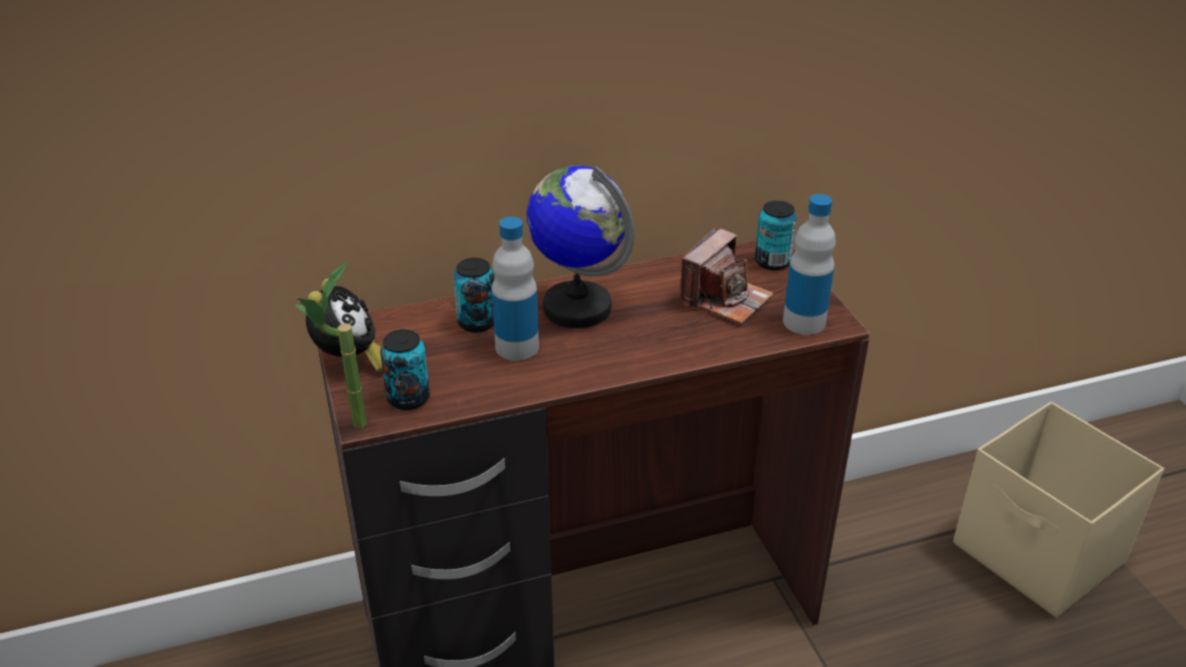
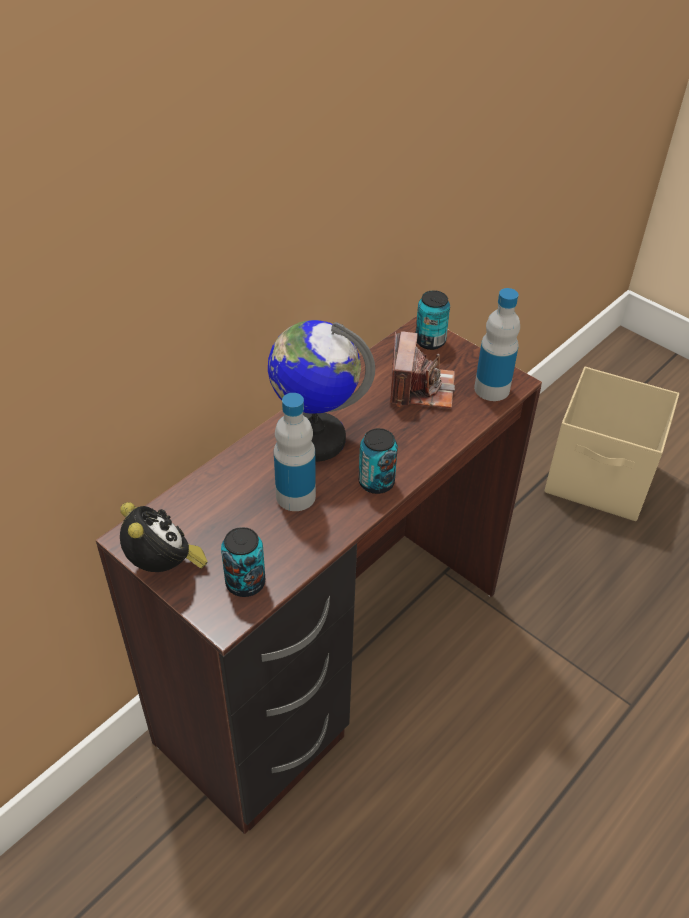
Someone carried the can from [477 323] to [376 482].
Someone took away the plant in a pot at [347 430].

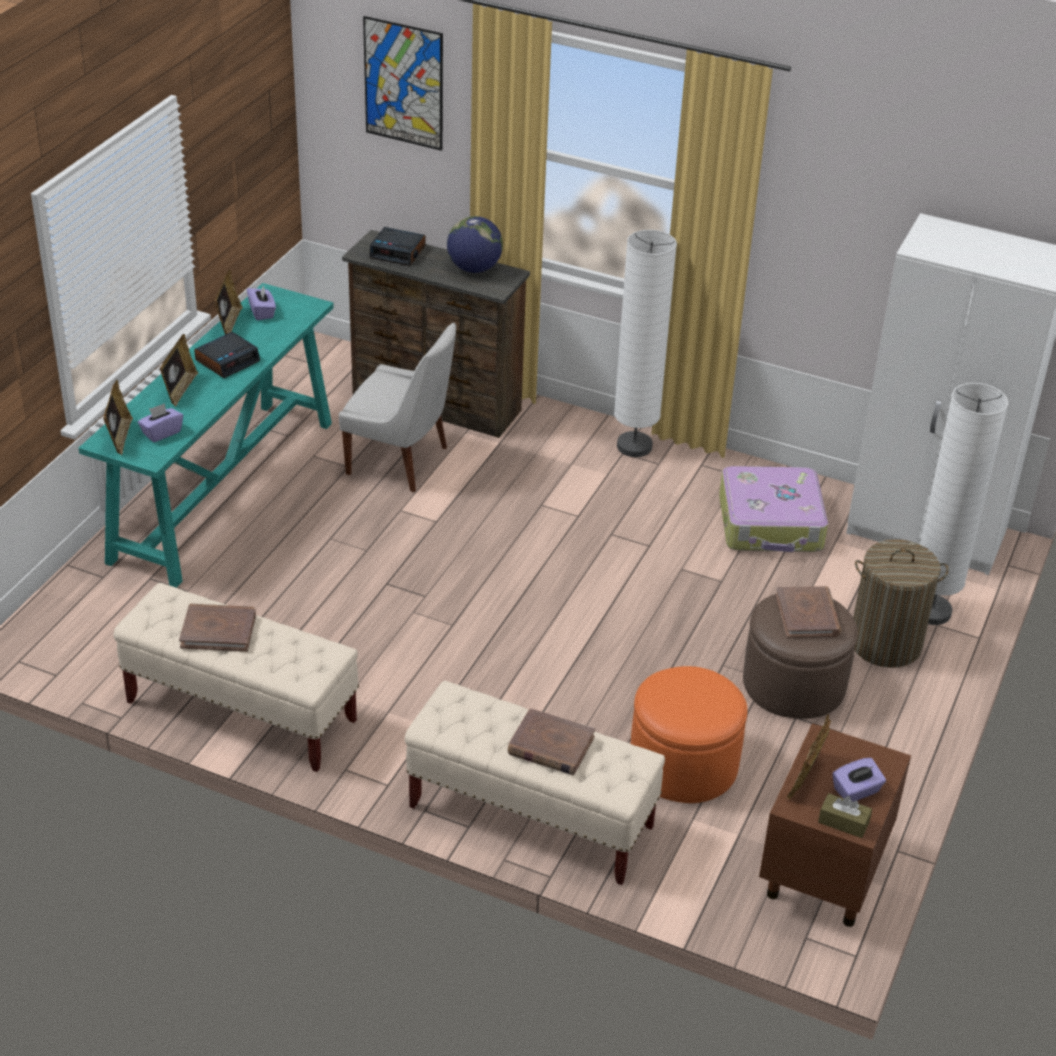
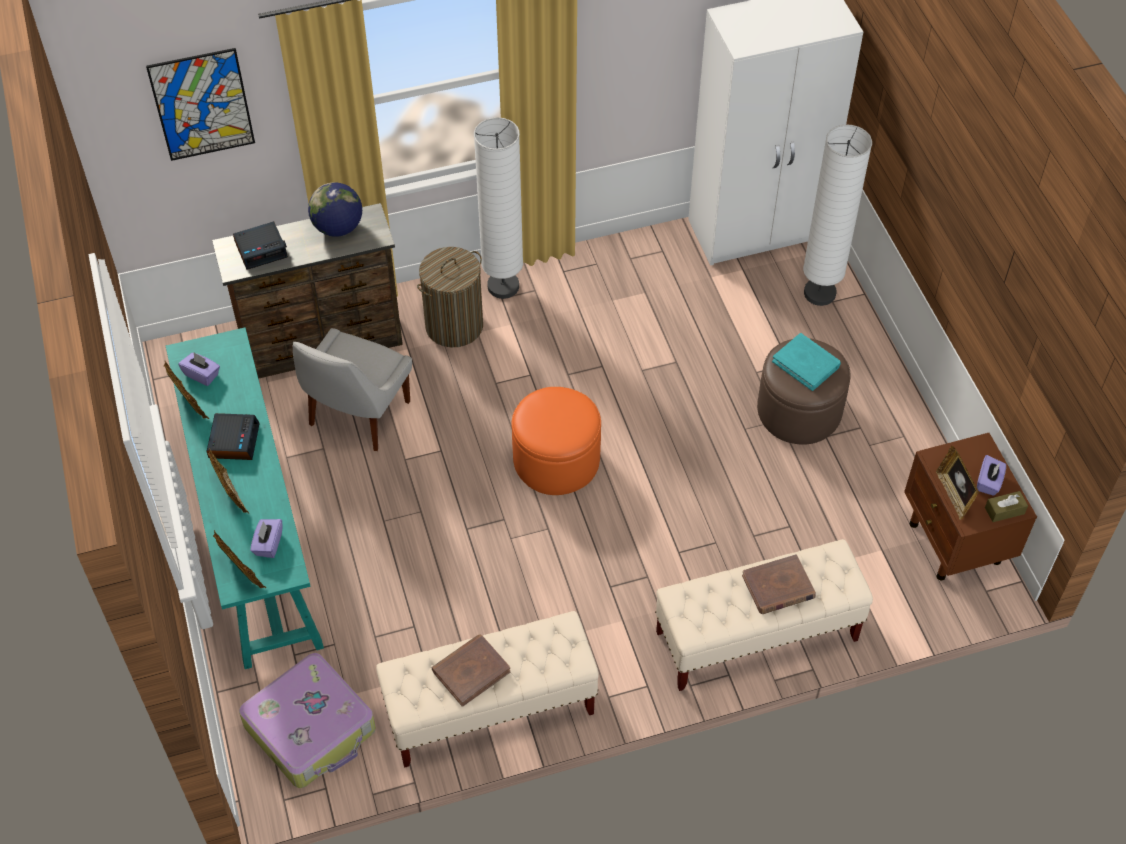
Someone carried the travel case from [771 524] to [312 728].
Someone rotated the upright chair (white) at [401 462] by 135 degrees clockwise.
Someone carried the washing basket from [885 644] to [454 325].
Someone carried the ottoman (orangey) from [683 763] to [556 460].
Someone repainted the bound book (brown-coloured) at [807 615], which became the bound book (turquoise) at [806 363].

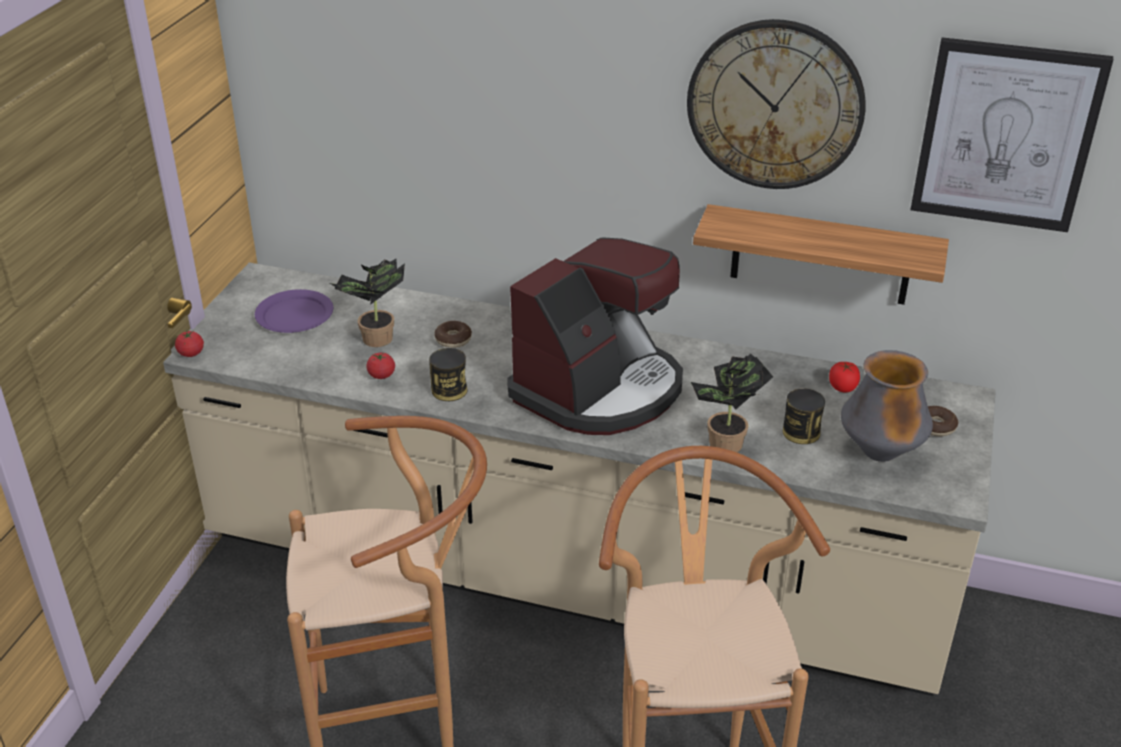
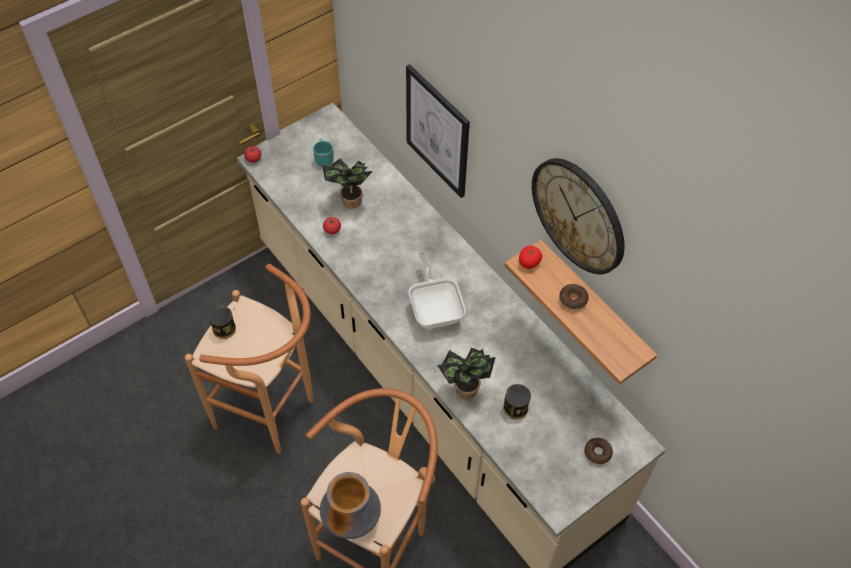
Someone carried the can from [449 390] to [224 329].
Someone swapped the flat dish (purple) at [294 315] for the coffee mug (turquoise) at [324 158].
Someone carried the decorative vase from [880 453] to [352 519].
Someone carried the wall art from [1006 135] to [437 131].
Someone swapped the coffee maker at [600 389] for the pan at [435 309].
Someone carried the whole tomato from [843 387] to [529 262].
Someone carried the doughnut from [453 339] to [573 299].

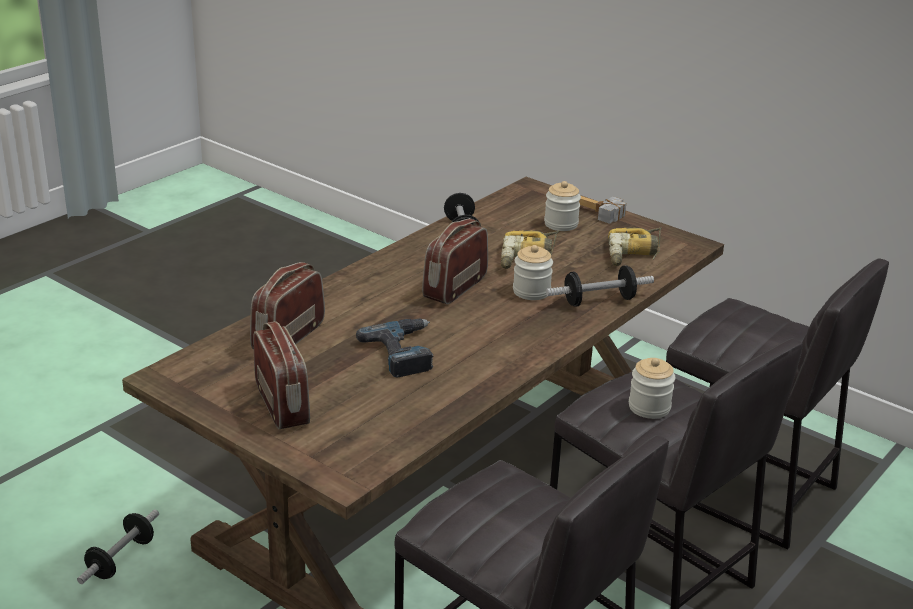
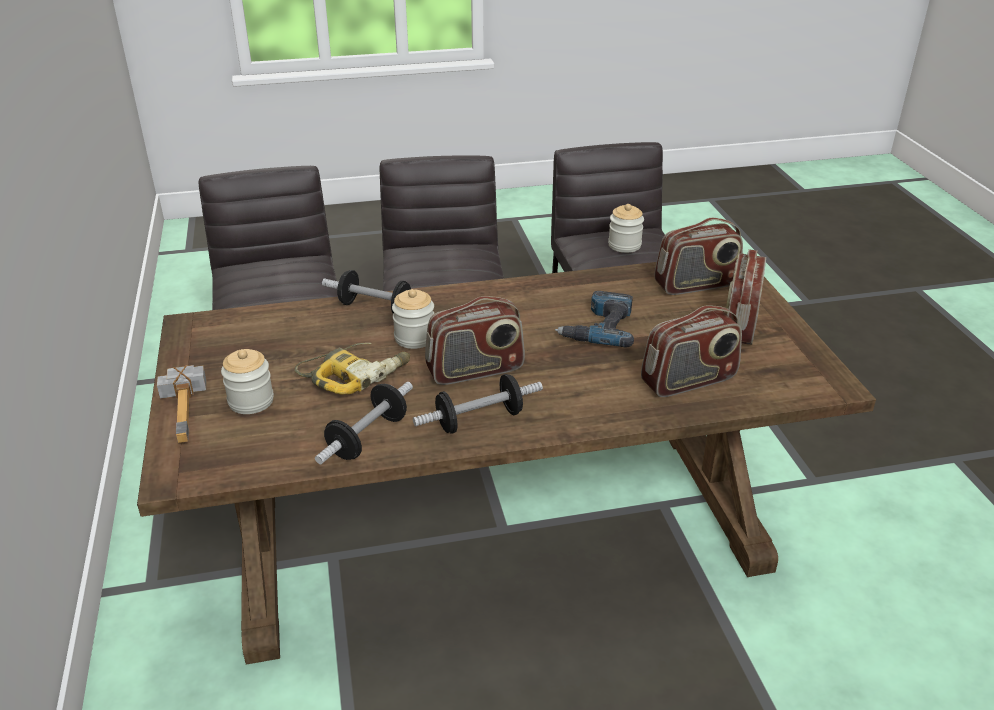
Someone carried the free weight from [121 559] to [479 420].
Someone carried the jar from [649 407] to [624 245].
Someone put down the radio receiver at [696 285].
Someone took away the drill at [634 254].

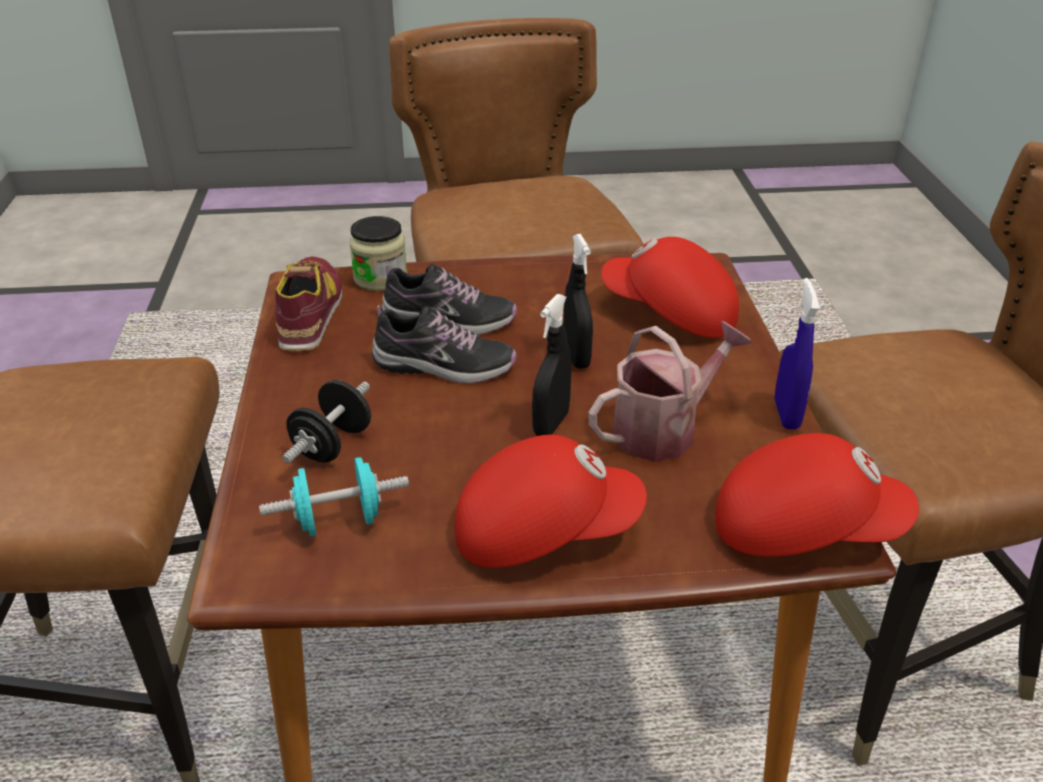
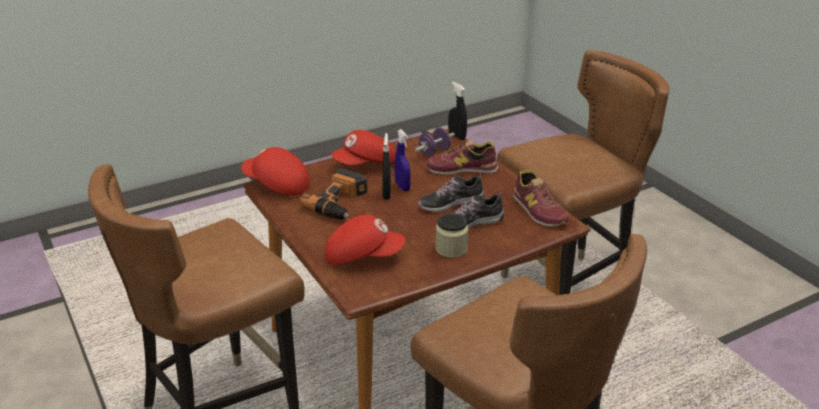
Someone rotated the peaked cap (red-coloured) at [803 527] by 45 degrees clockwise.
Someone swapped the sprinkling can at [663 429] for the drill at [340 203].
Someone carried the hand sprayer (blue-coloured) from [786 414] to [402 187].
Someone repainted the free weight (turquoise) at [339 521], which became the free weight (purple) at [434 152].
Someone swapped the free weight (black-coloured) at [332 444] for the shoe at [462 169].
Someone carried the jar from [380 278] to [451 249].
Someone carried the hand sprayer (black-coloured) from [576 357] to [457 136].

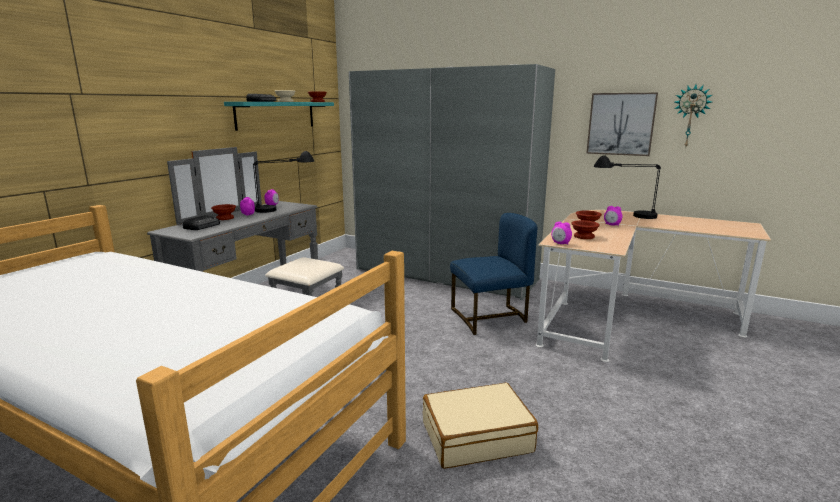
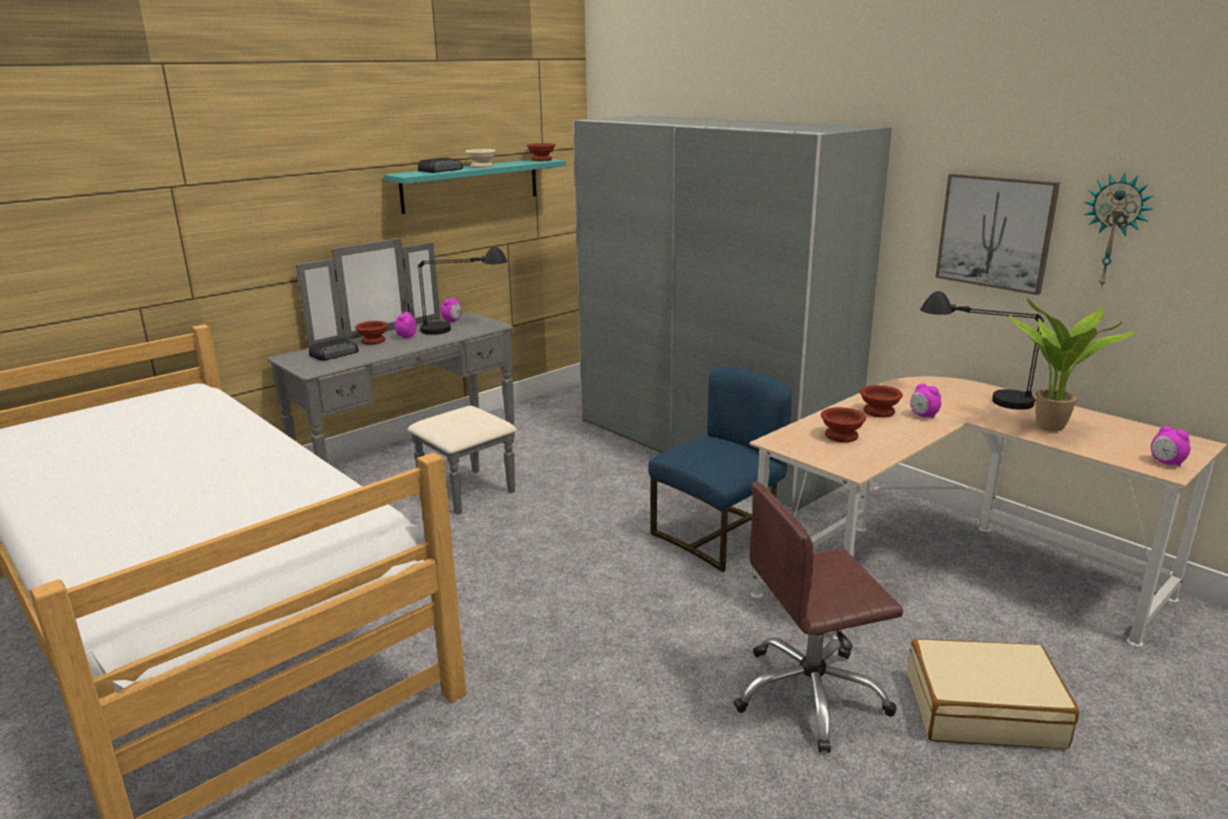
Someone rotated the upright chair (blue-coloured) at [490 318] by 45 degrees counterclockwise.
Someone put down the office chair (brown-coloured) at [810 695].
Someone carried the travel case (beige) from [476 436] to [983 710].
Someone put down the plant in a pot at [1051 429].
Someone carried the alarm clock from [560 243] to [1166 463].

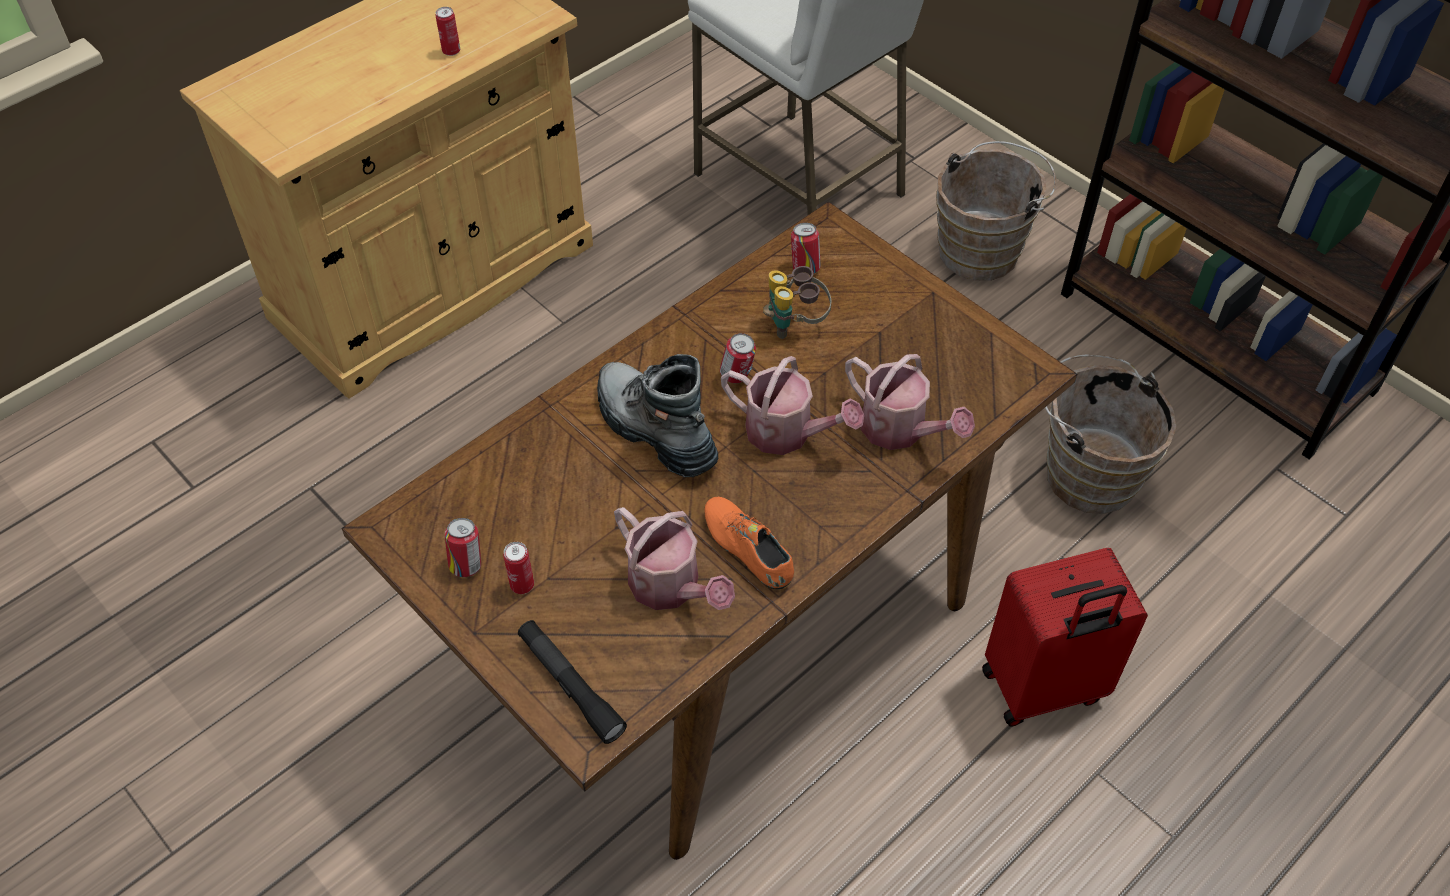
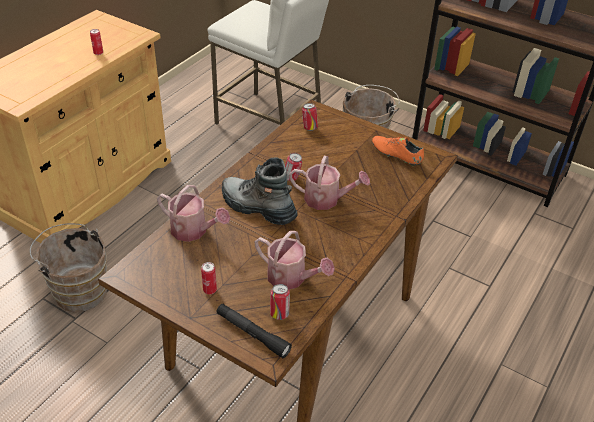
Someone carried the water bucket (brown-coloured) from [1086 471] to [78 290].
Someone carried the sprinkling can from [900 430] to [193 231].
Someone carried the can from [467 565] to [279 314].
Someone carried the shoe (orangey) from [748 549] to [396 155].
Someone took away the binoculars at [795 324].
Someone took away the travel case (red-coloured) at [1043 688].

